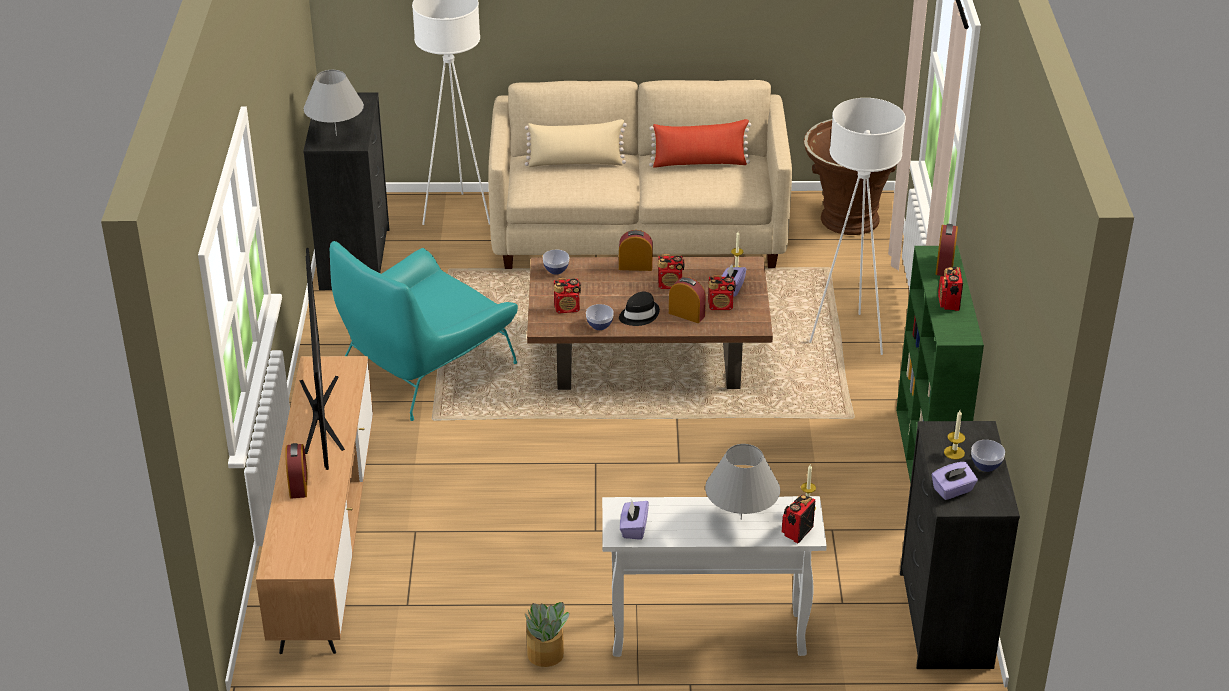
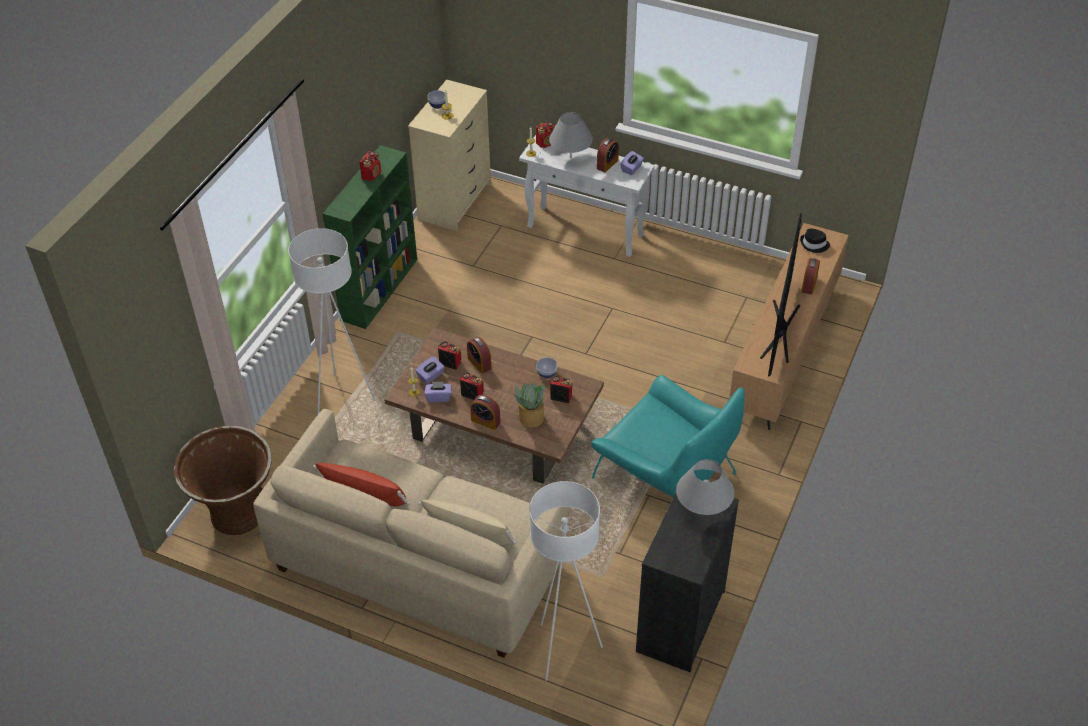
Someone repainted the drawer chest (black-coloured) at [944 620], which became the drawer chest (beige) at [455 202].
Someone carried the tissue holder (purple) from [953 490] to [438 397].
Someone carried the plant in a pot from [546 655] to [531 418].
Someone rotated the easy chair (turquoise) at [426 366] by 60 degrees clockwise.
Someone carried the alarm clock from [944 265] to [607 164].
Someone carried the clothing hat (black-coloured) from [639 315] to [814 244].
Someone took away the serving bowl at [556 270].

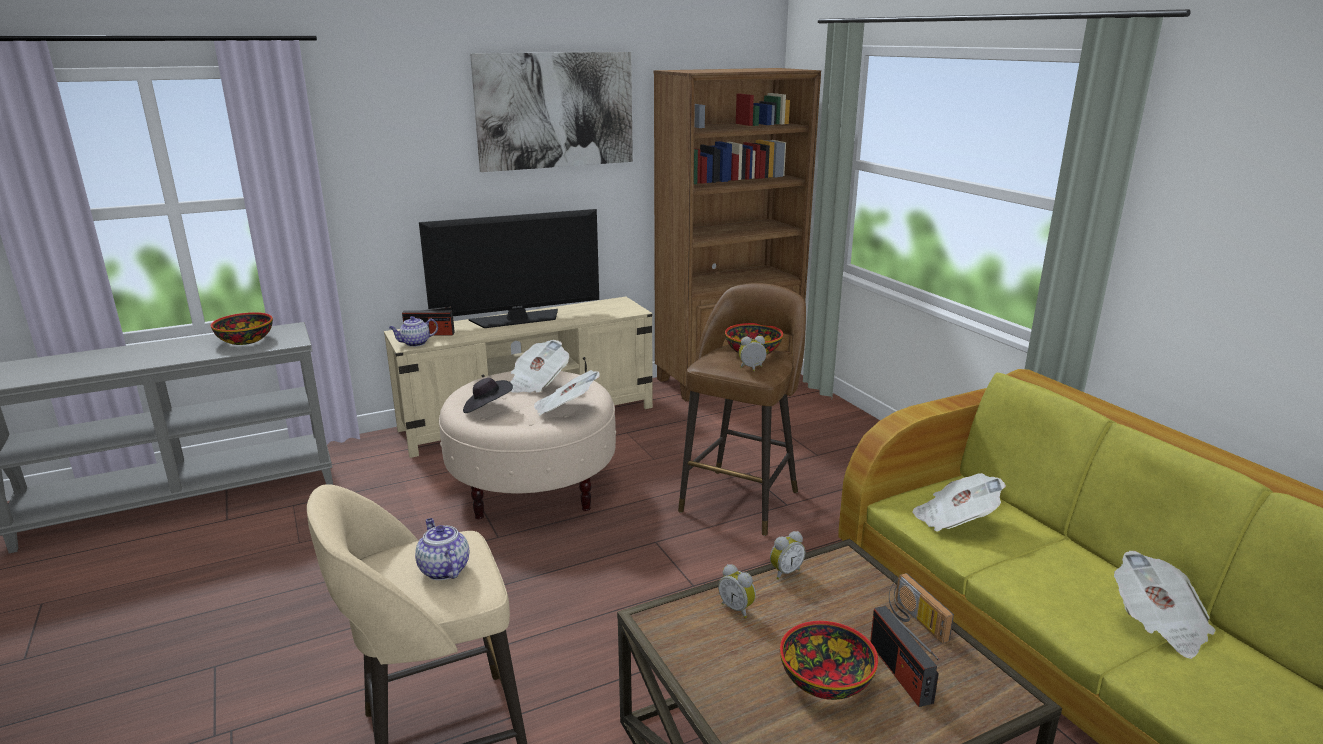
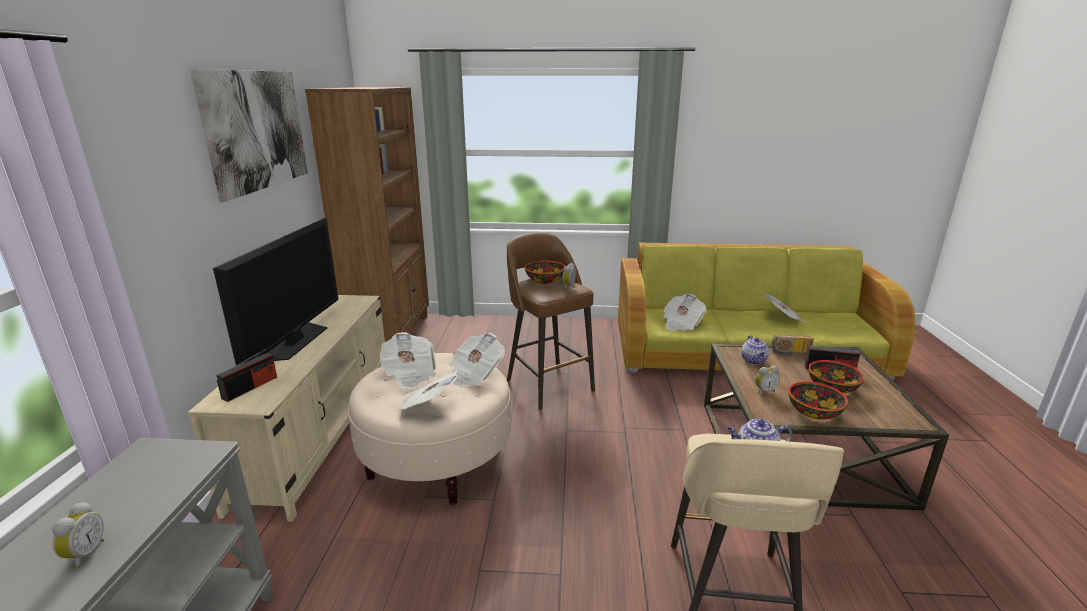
Someone carried the alarm clock from [784 572] to [84 554].
Someone swapped the clothing hat (black-coloured) at [487 408] for the printed paper at [428 405].
Someone carried the pot for tea from [415 343] to [754 361].
Someone carried the serving bowl from [246 340] to [813 411].

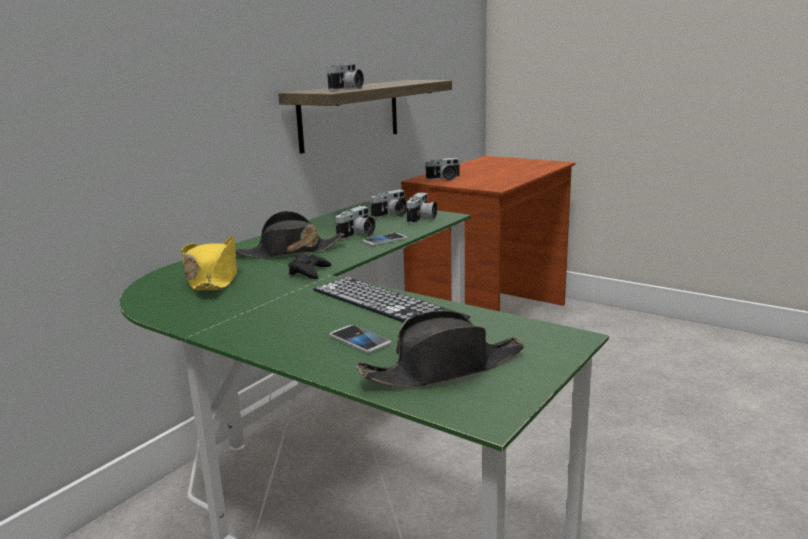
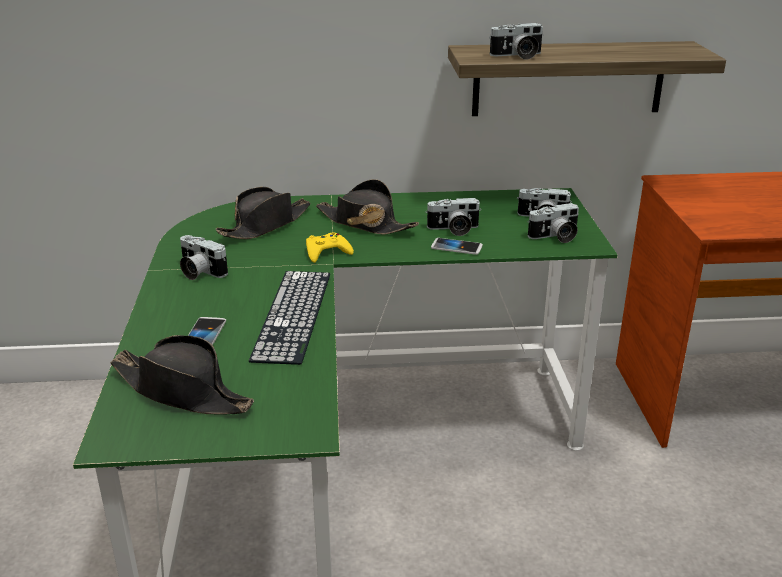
Someone carried the photo camera from [444 178] to [199 272].
Someone repainted the clothing hat (yellow-coloured) at [212 278], which became the clothing hat (black-coloured) at [266 225].
Someone repainted the gamepad (black-coloured) at [309 272], which became the gamepad (yellow-coloured) at [327 252].

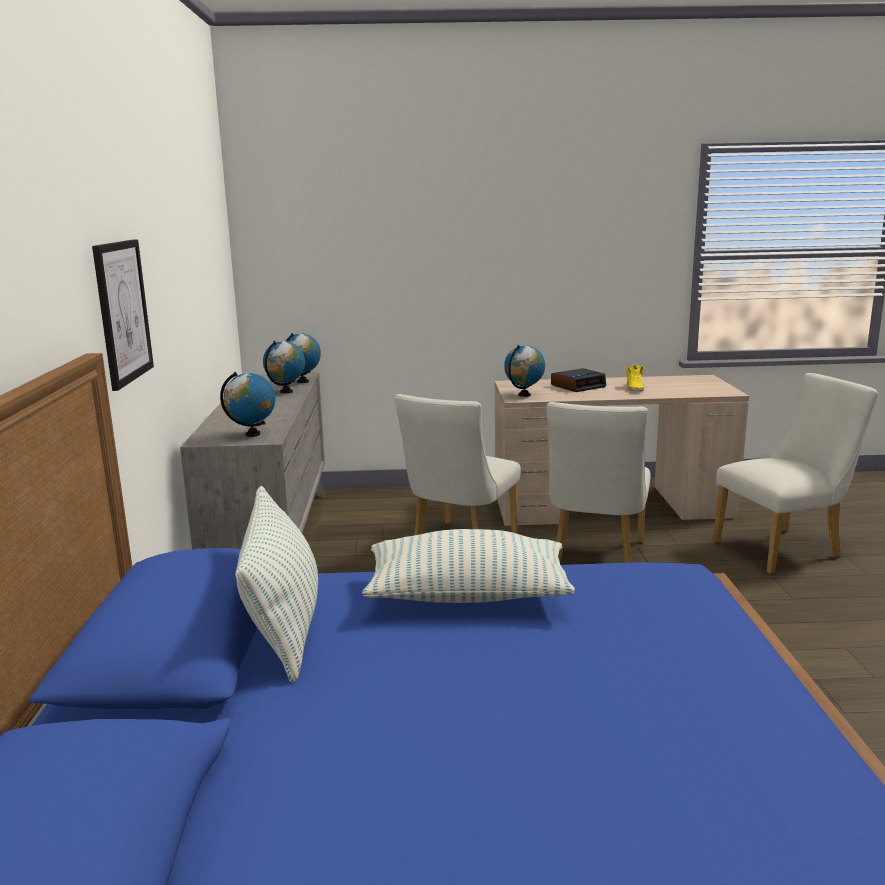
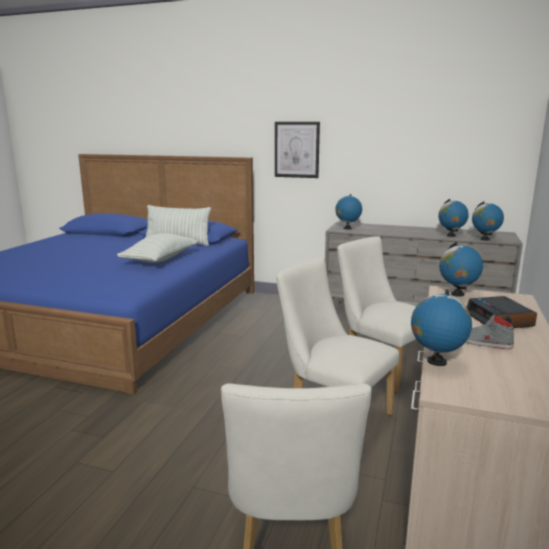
Someone put down the globe at [436 362].
Someone repainted the shoe (yellow-coloured) at [635 388], which became the shoe (gray) at [482 342].

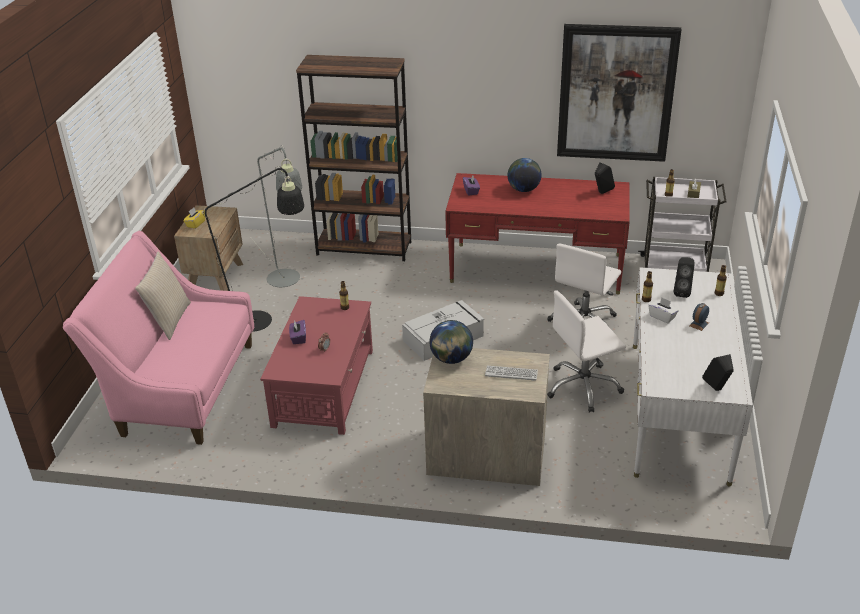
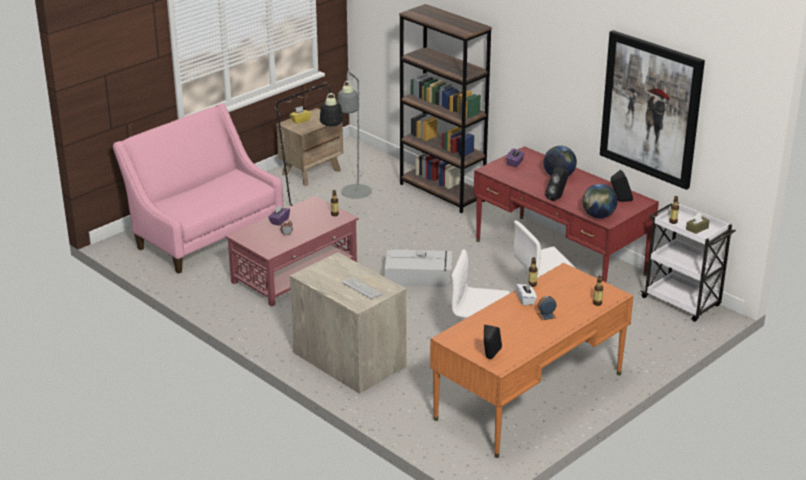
Someone repainted the desk table (white) at [678 410], which became the desk table (orangey) at [529 396].
Someone carried the audio speaker (black-coloured) from [682 292] to [557 198].
Someone carried the globe from [451 359] to [598 216].
Someone took away the pillow (beige) at [169 320].

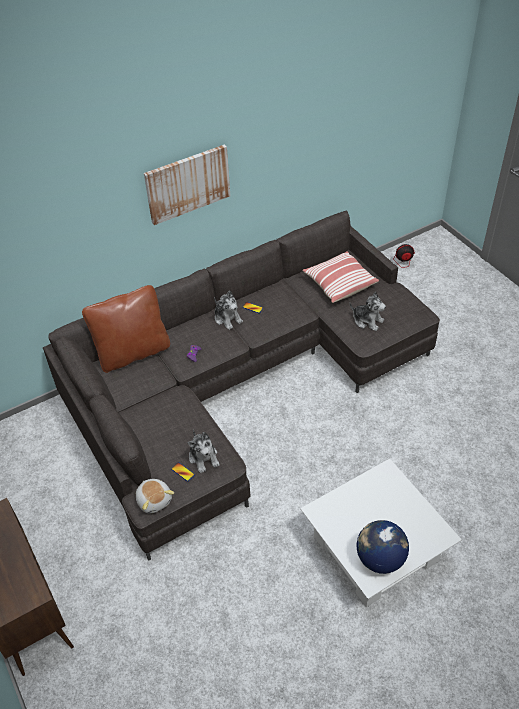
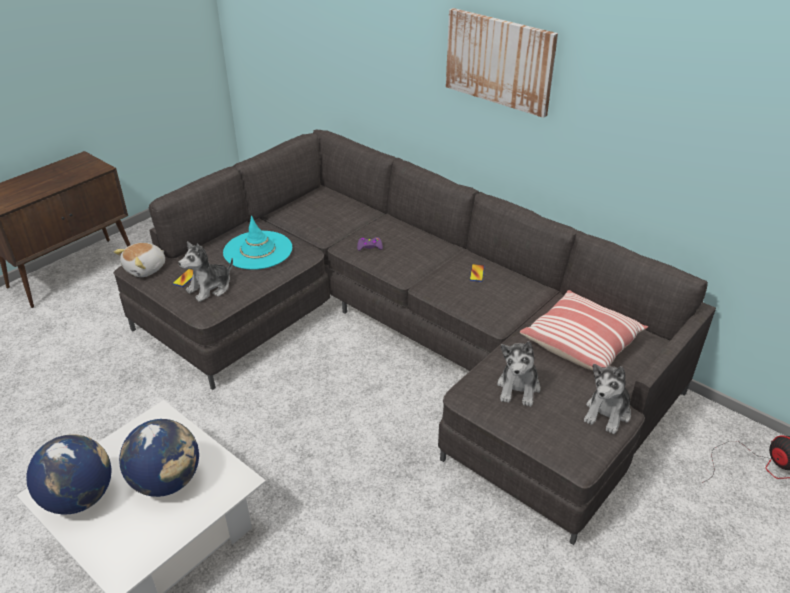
Someone put down the globe at [167 481].
Someone put down the clothing hat (turquoise) at [258 250].
Someone carried the plush toy from [227 318] to [607 413].
Someone took away the pillow (brown-coloured) at [133 353].

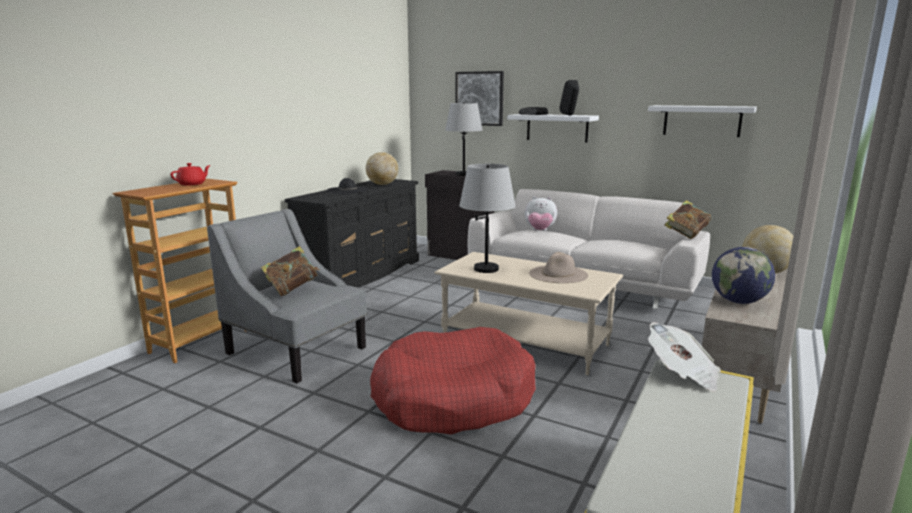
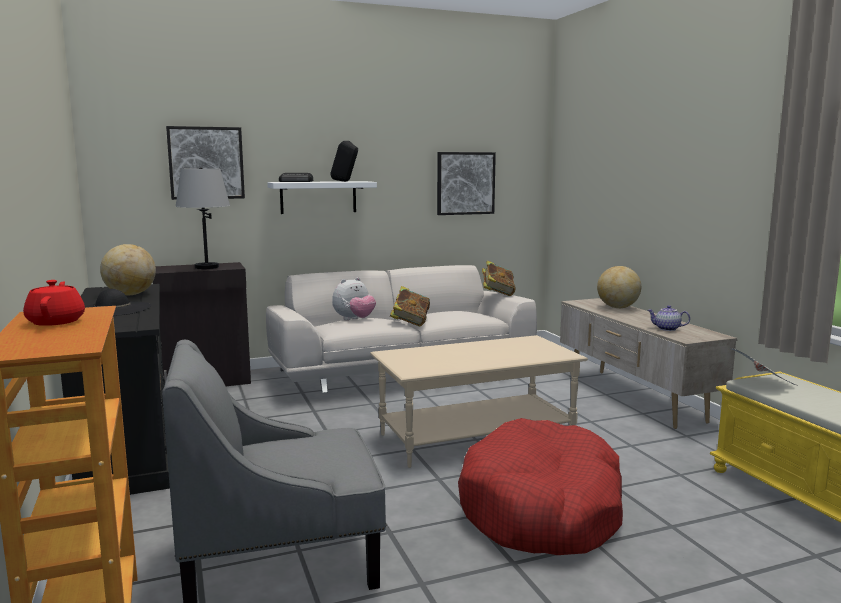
Someone carried the bound book from [292 289] to [410 323].
Someone swapped the shelf (white) at [702 120] for the wall art at [465 183].
Someone swapped the globe at [738 301] for the pot for tea at [667 329].
Someone took away the table lamp (gray) at [486 269].
Someone took away the clothing hat (beige) at [558 274].

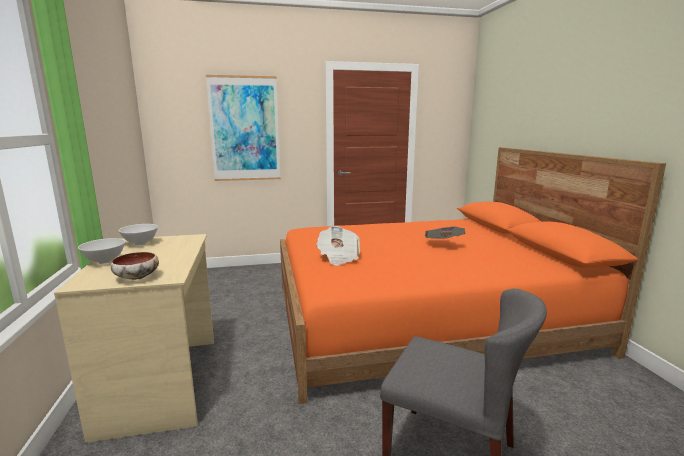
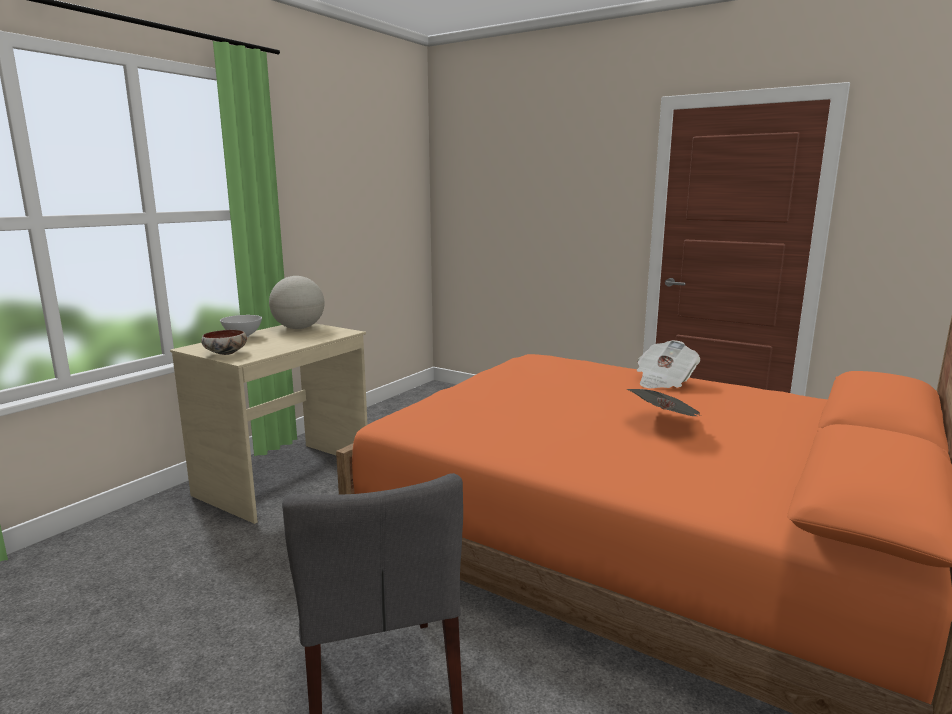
Someone swapped the serving bowl (white) at [140 243] for the globe at [298 328].
Someone carried the printed paper from [338 257] to [663 381].
Someone took away the wall art at [245 129].

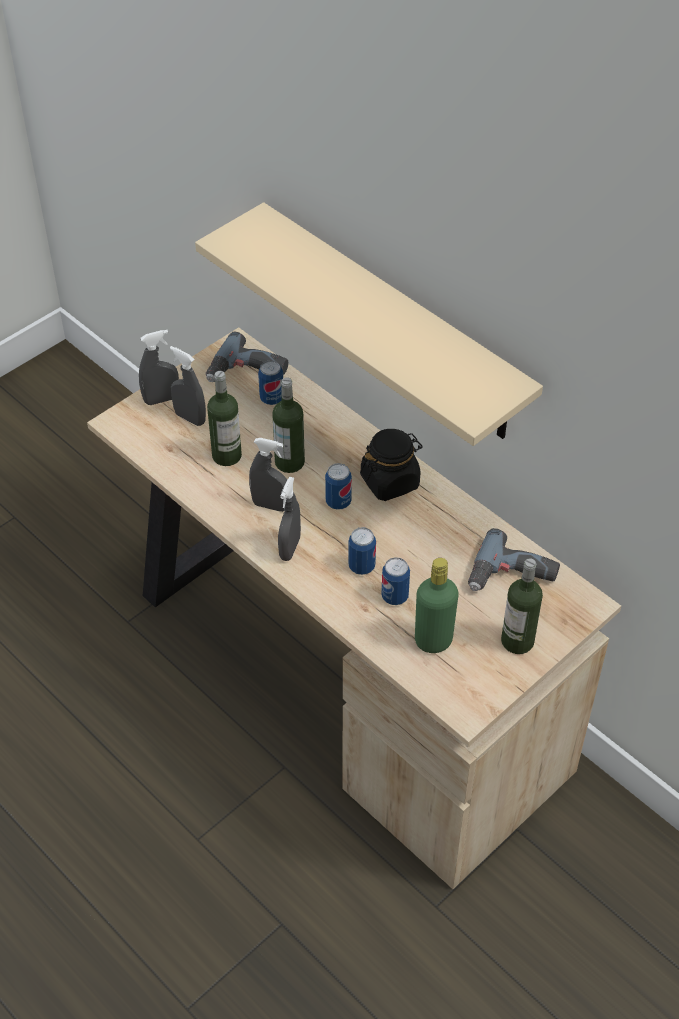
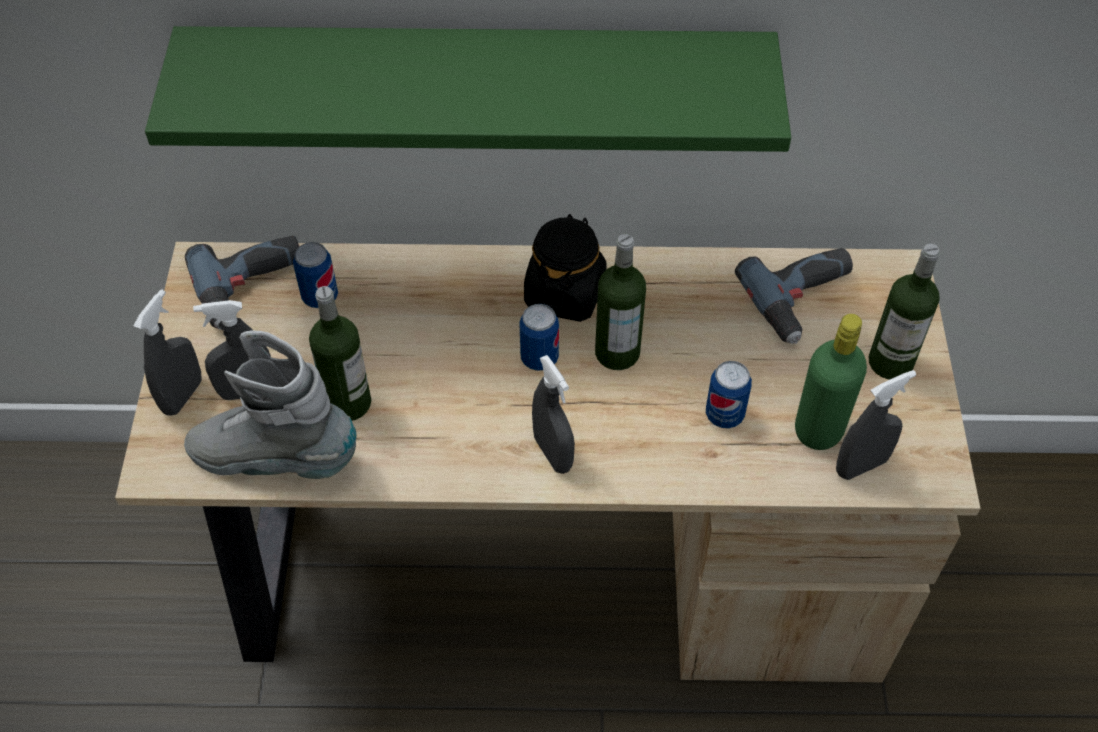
Someone repainted the shelf (beige) at [393 324], which became the shelf (green-coloured) at [478 85].
Someone put down the tall boot (gray) at [276 458].
Someone carried the bottle from [289 462] to [617 353].
Someone carried the hand sprayer (gray) from [270 505] to [861 466].
Someone took away the can at [361 566].

